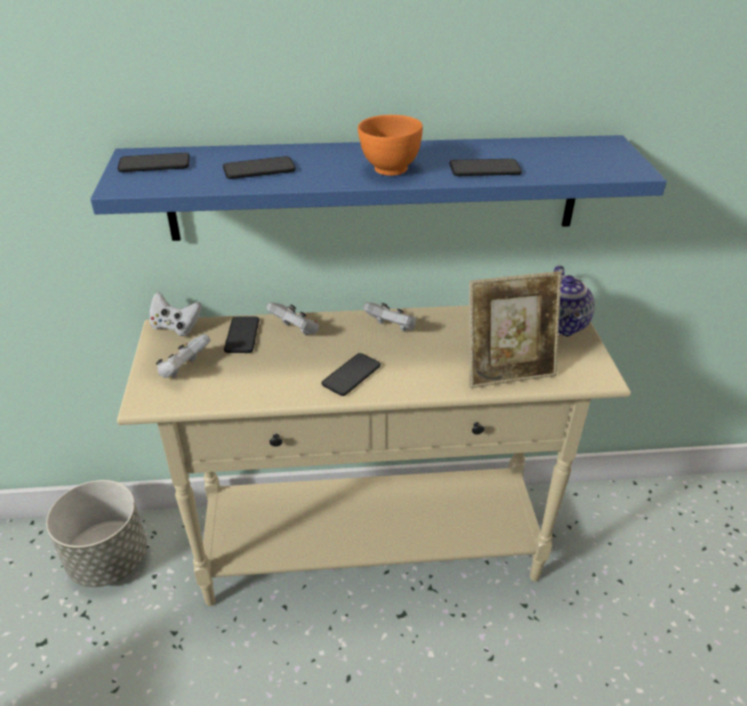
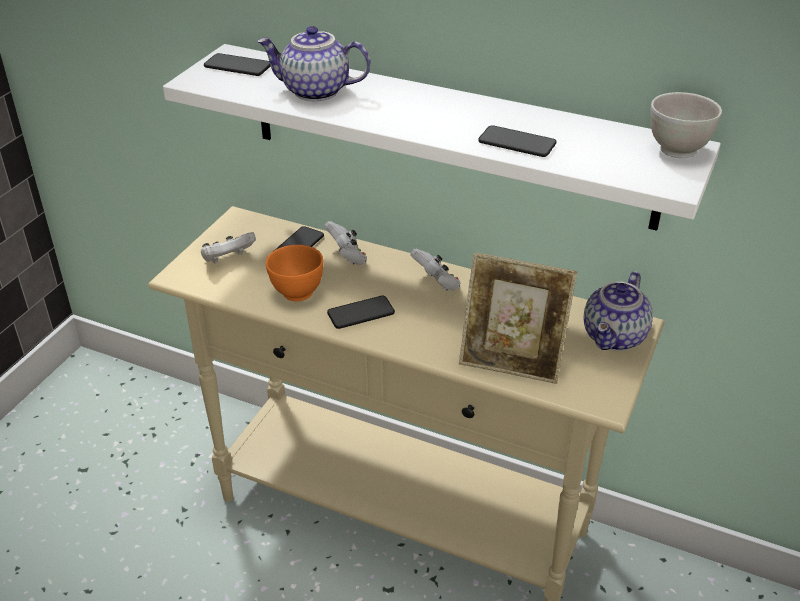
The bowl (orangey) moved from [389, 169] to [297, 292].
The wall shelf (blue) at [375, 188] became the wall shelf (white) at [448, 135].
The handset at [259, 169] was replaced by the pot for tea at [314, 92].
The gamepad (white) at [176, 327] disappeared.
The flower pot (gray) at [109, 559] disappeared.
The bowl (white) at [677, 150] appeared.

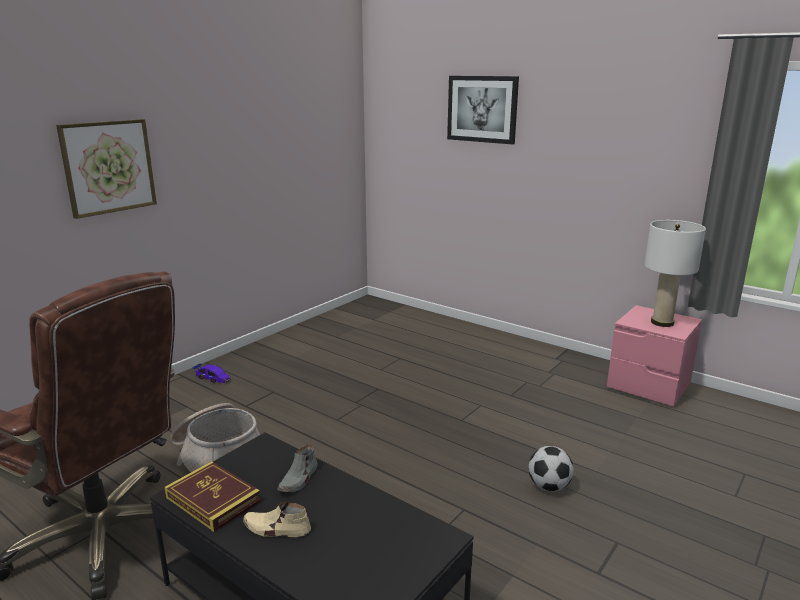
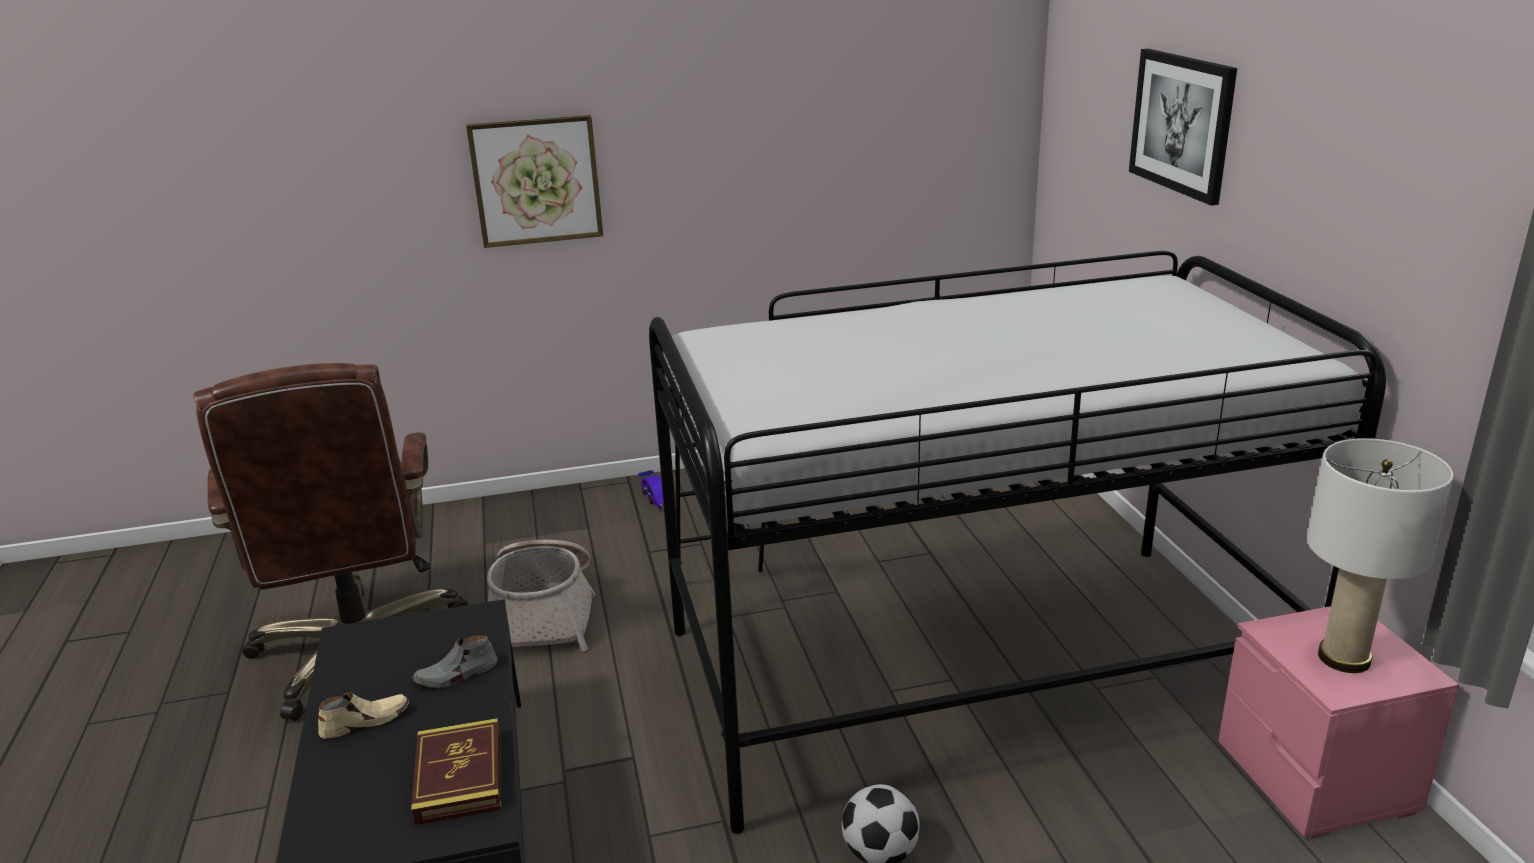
The bound book moved from [213, 499] to [459, 777].
The low shoe (beige-coloured) at [276, 529] turned 105 degrees clockwise.
The bedroom bed (blackish) at [964, 667] appeared.

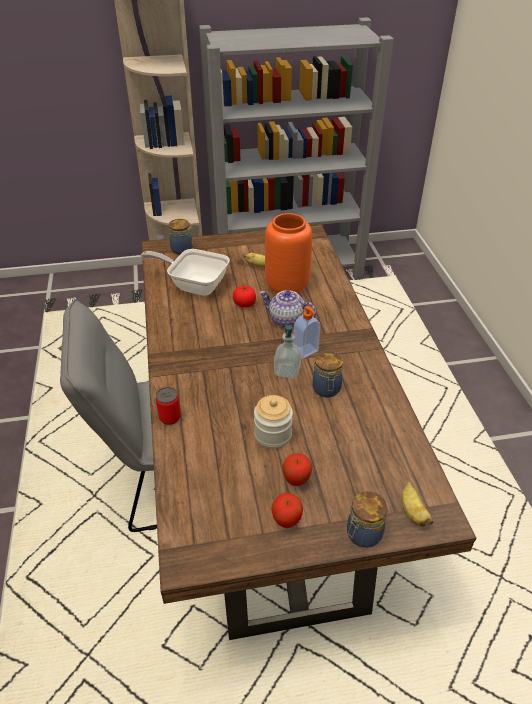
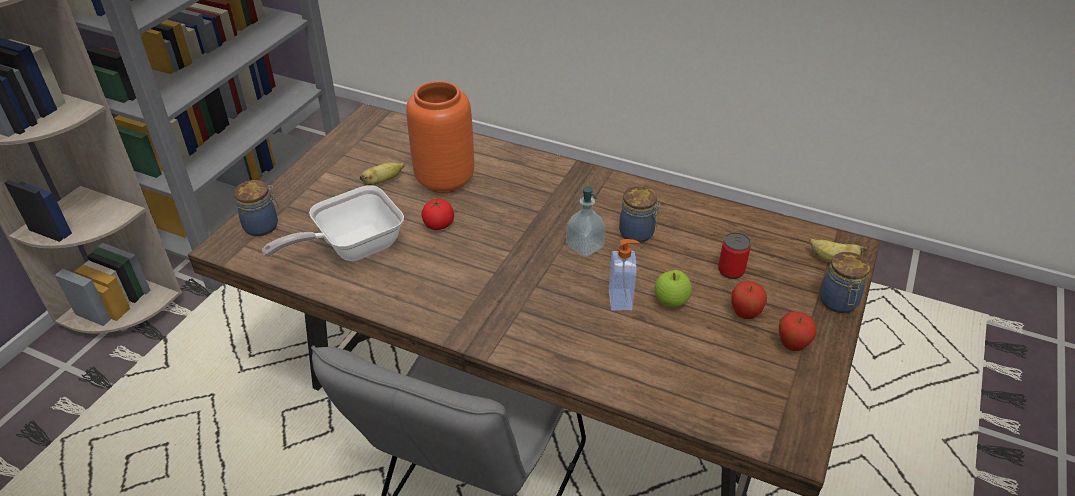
The pot for tea at [286, 320] disappeared.
The soap bottle moved from [306, 351] to [621, 300].
The metal can moved from [170, 417] to [731, 271].
The storage jar at [273, 435] was replaced by the whole apple at [671, 301].

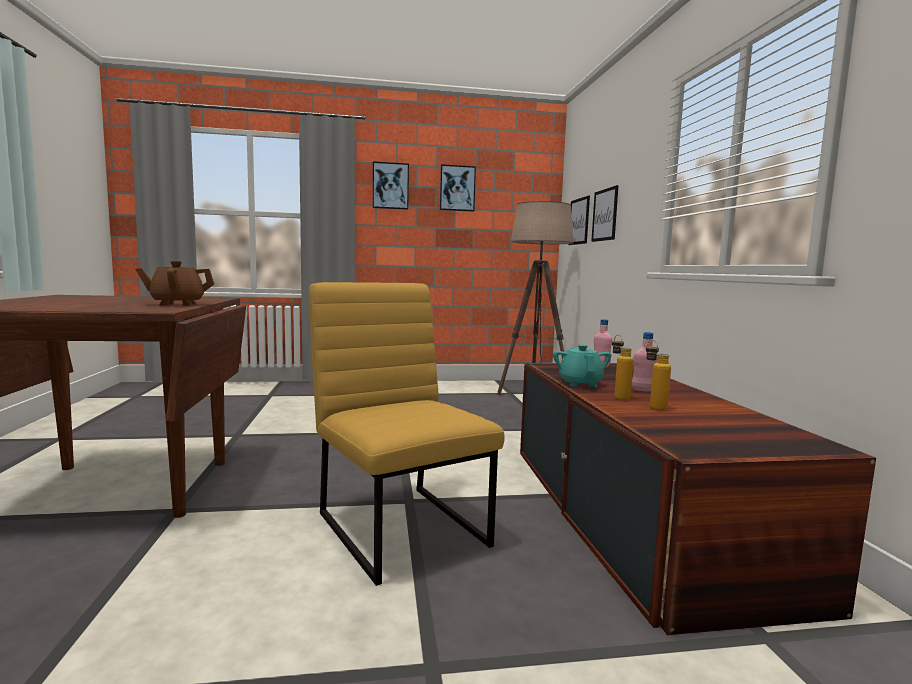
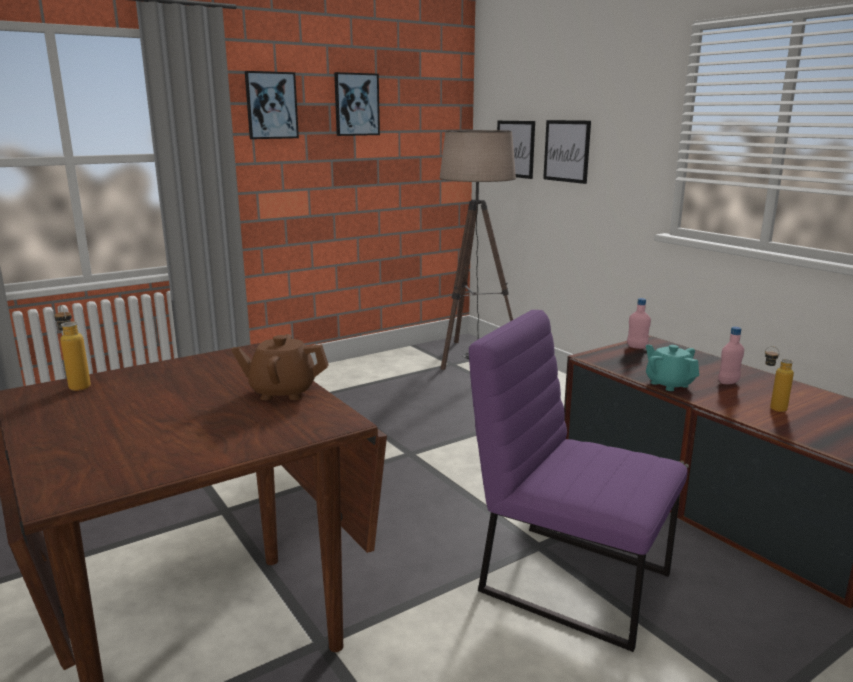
The pot for tea (brown) at [177, 304] turned 45 degrees clockwise.
The plain chair (yellow) at [400, 526] became the plain chair (purple) at [570, 579].
The drink bottle moved from [618, 397] to [77, 385].

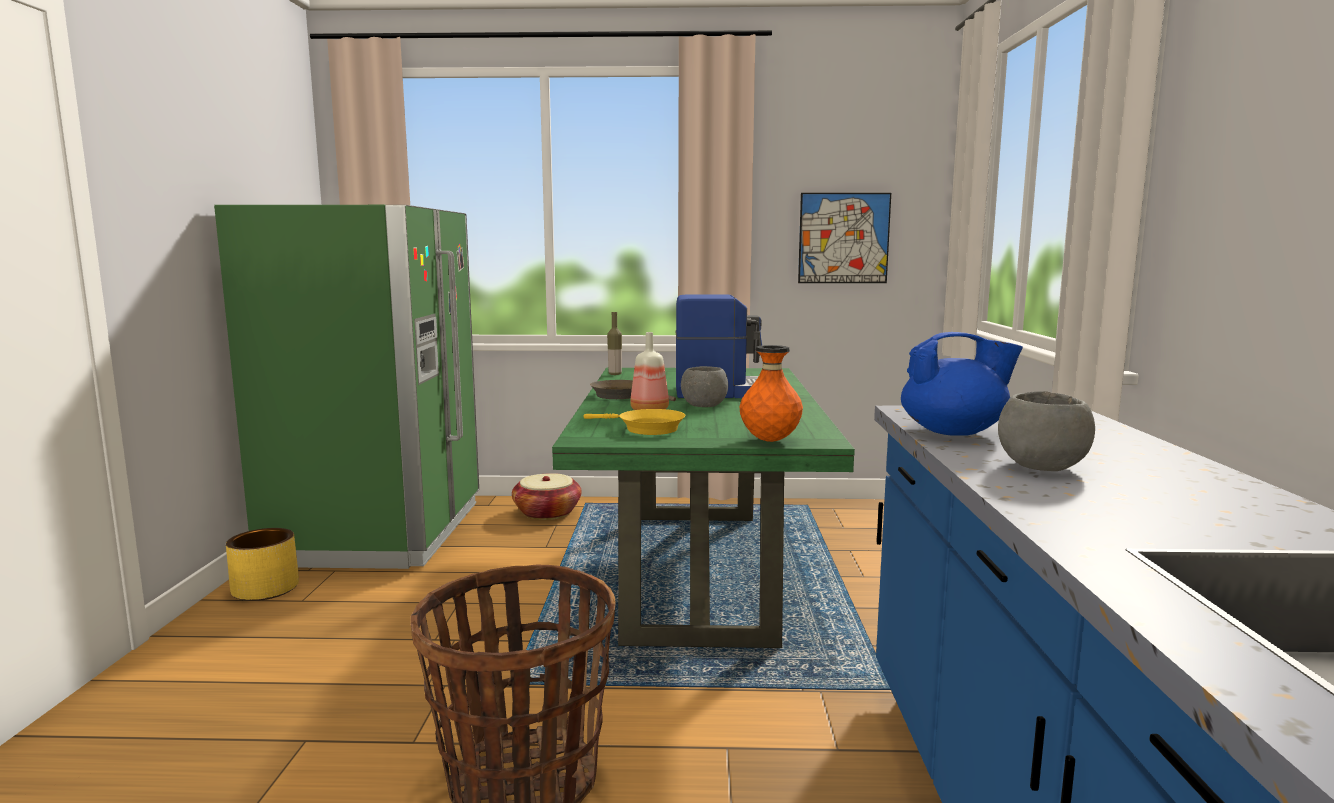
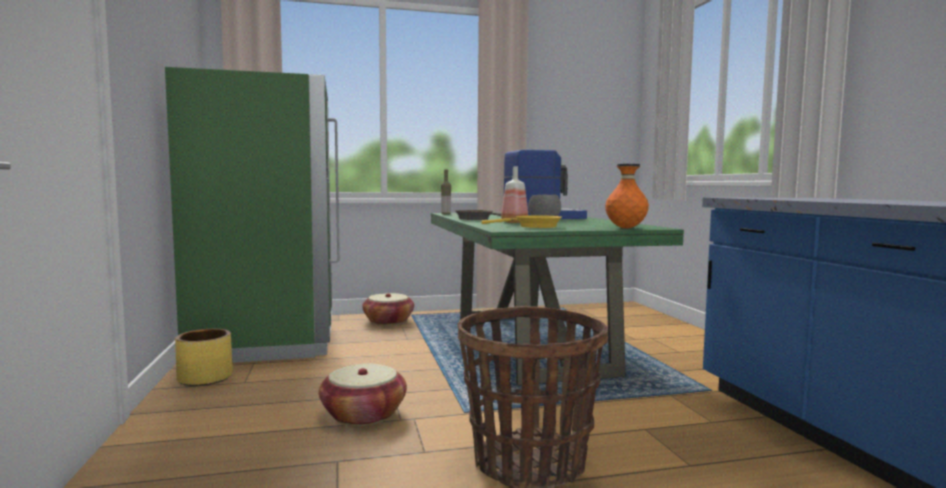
The wall art at [843, 238] disappeared.
The pot for tea (blue) at [954, 432] disappeared.
The bowl (gray) at [1040, 466] disappeared.
The storage basket at [363, 414] appeared.

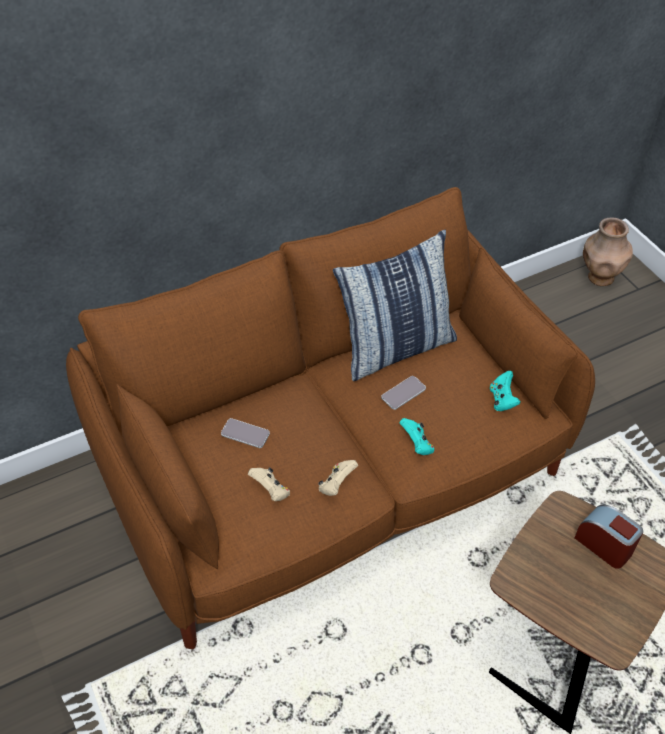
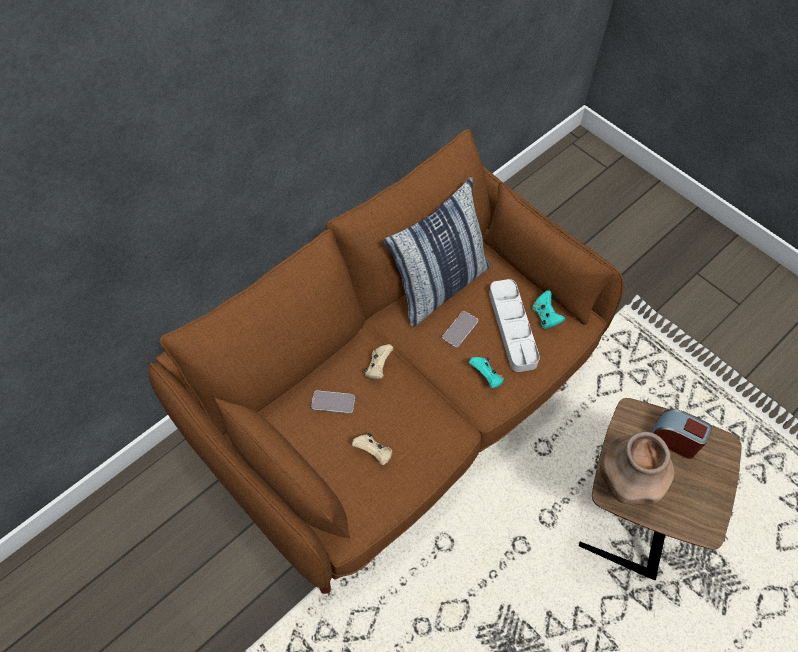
The vase (brown) moved from [599, 277] to [623, 486].
The gamepad (beige-coloured) moved from [336, 485] to [378, 367].
The carrying tray (gray) at [512, 327] appeared.

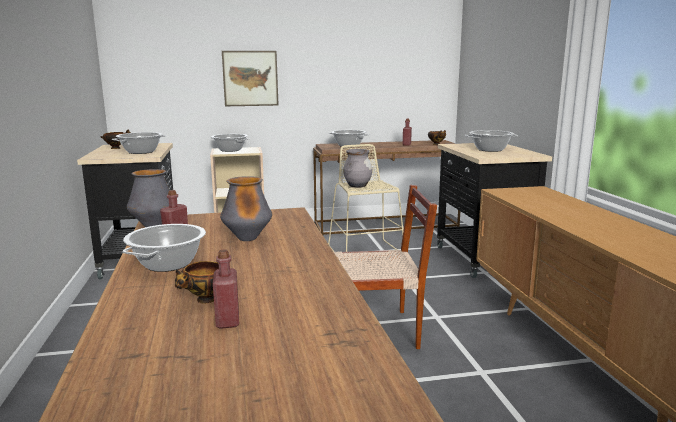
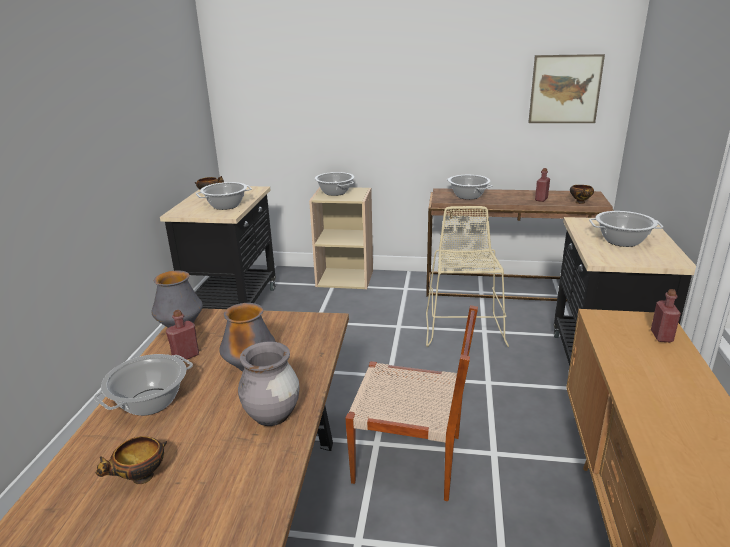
The wall art moved from [250, 78] to [565, 89].
The vase (gray) moved from [357, 186] to [272, 416].
The drink bottle (red) moved from [227, 321] to [661, 336].

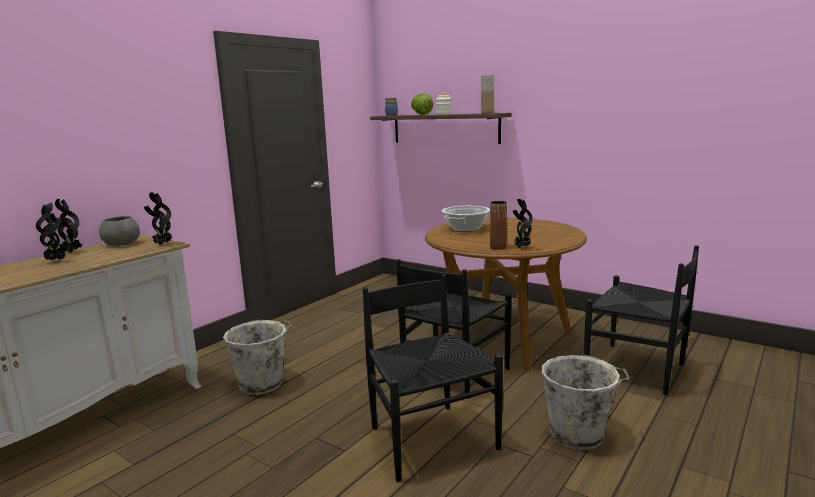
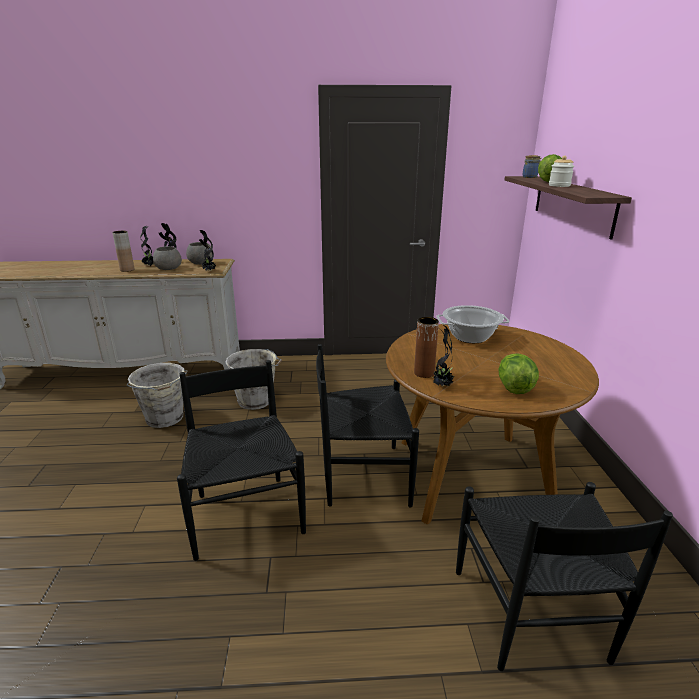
The vase (brown) moved from [487, 113] to [127, 270].
The plain chair (blackish) at [429, 439] turned 45 degrees counterclockwise.
The pail (gray) moved from [579, 435] to [165, 419].
The bowl (gray) at [168, 268] appeared.
The lettuce at [514, 387] appeared.

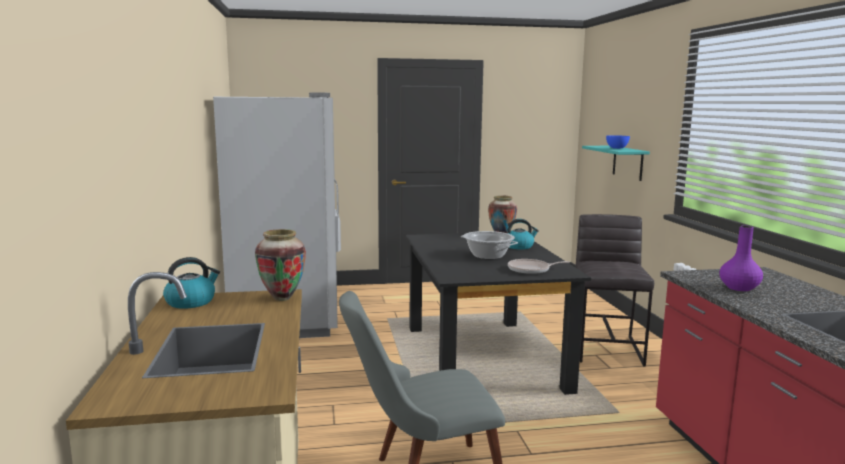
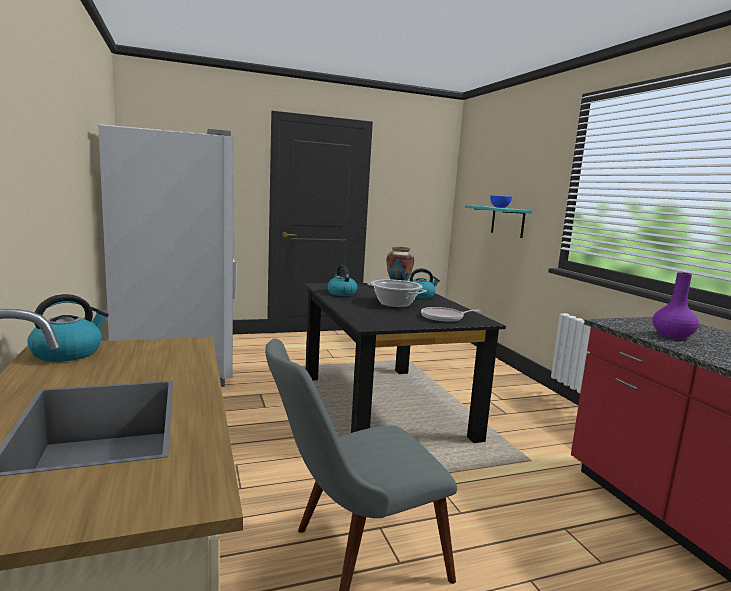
The sitting stool (gray) at [607, 348] disappeared.
The vase at [282, 298] disappeared.
The kettle at [341, 293] appeared.

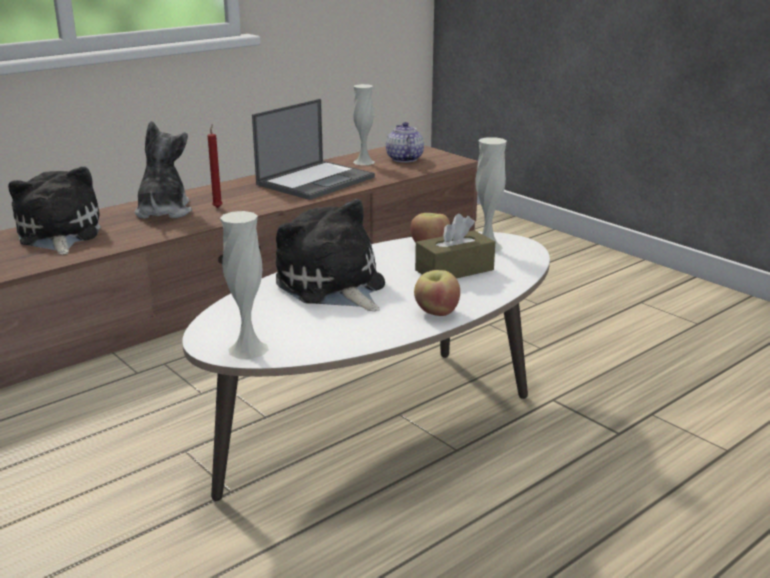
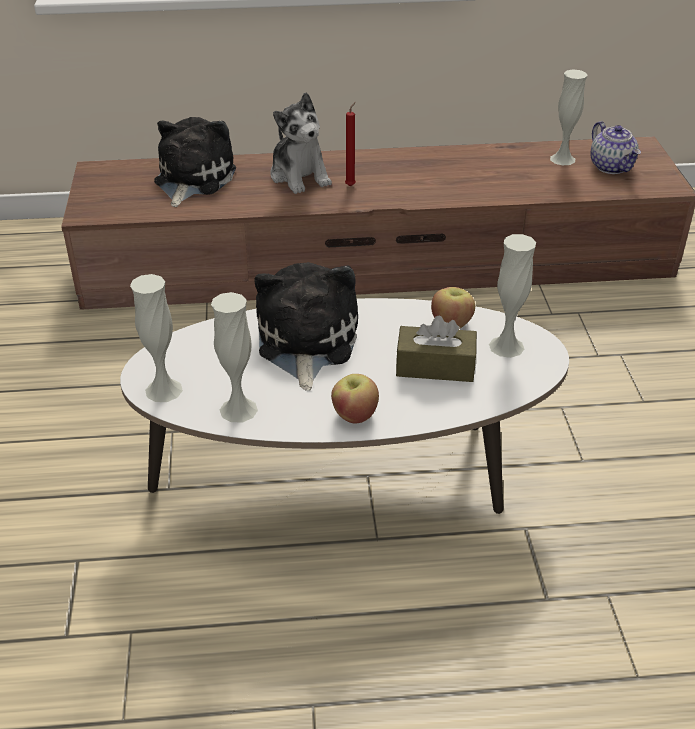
The laptop at [316, 181] disappeared.
The plush toy at [163, 212] turned 120 degrees clockwise.
The pot for tea at [404, 159] turned 135 degrees clockwise.
The vase (white) at [238, 410] appeared.

